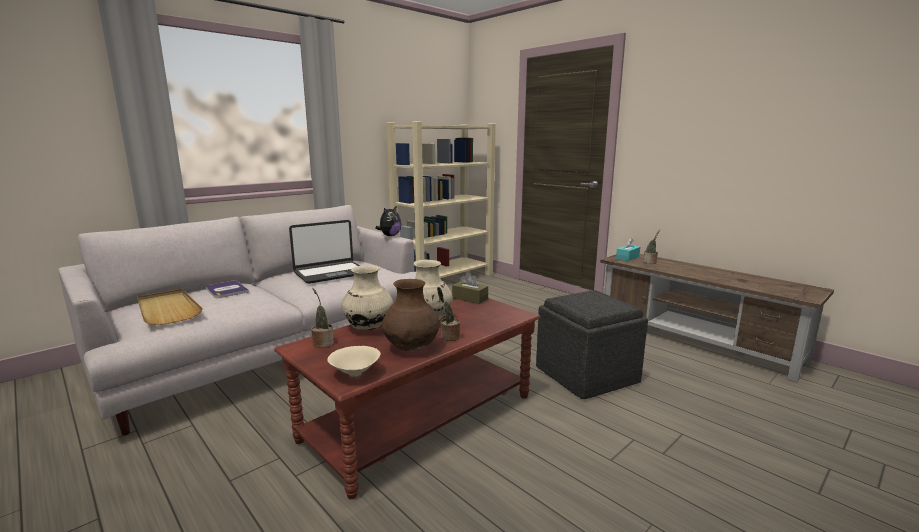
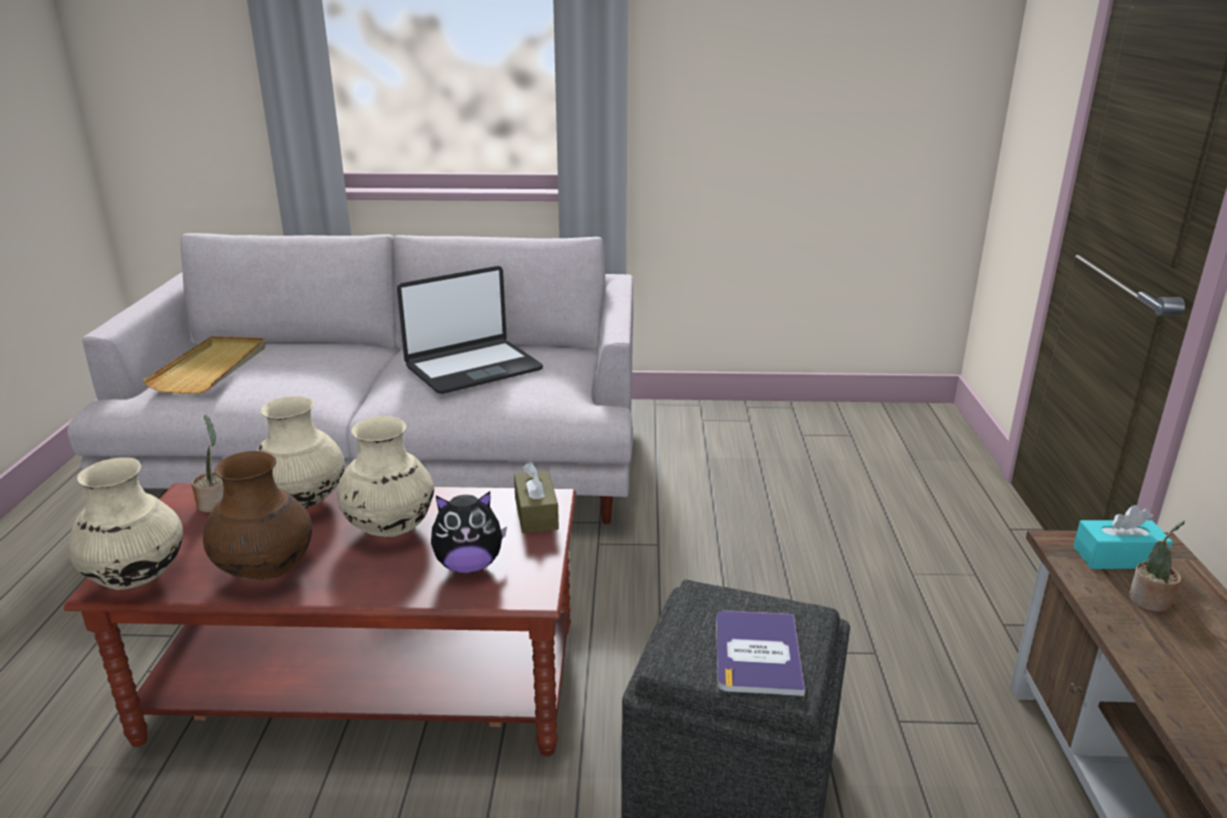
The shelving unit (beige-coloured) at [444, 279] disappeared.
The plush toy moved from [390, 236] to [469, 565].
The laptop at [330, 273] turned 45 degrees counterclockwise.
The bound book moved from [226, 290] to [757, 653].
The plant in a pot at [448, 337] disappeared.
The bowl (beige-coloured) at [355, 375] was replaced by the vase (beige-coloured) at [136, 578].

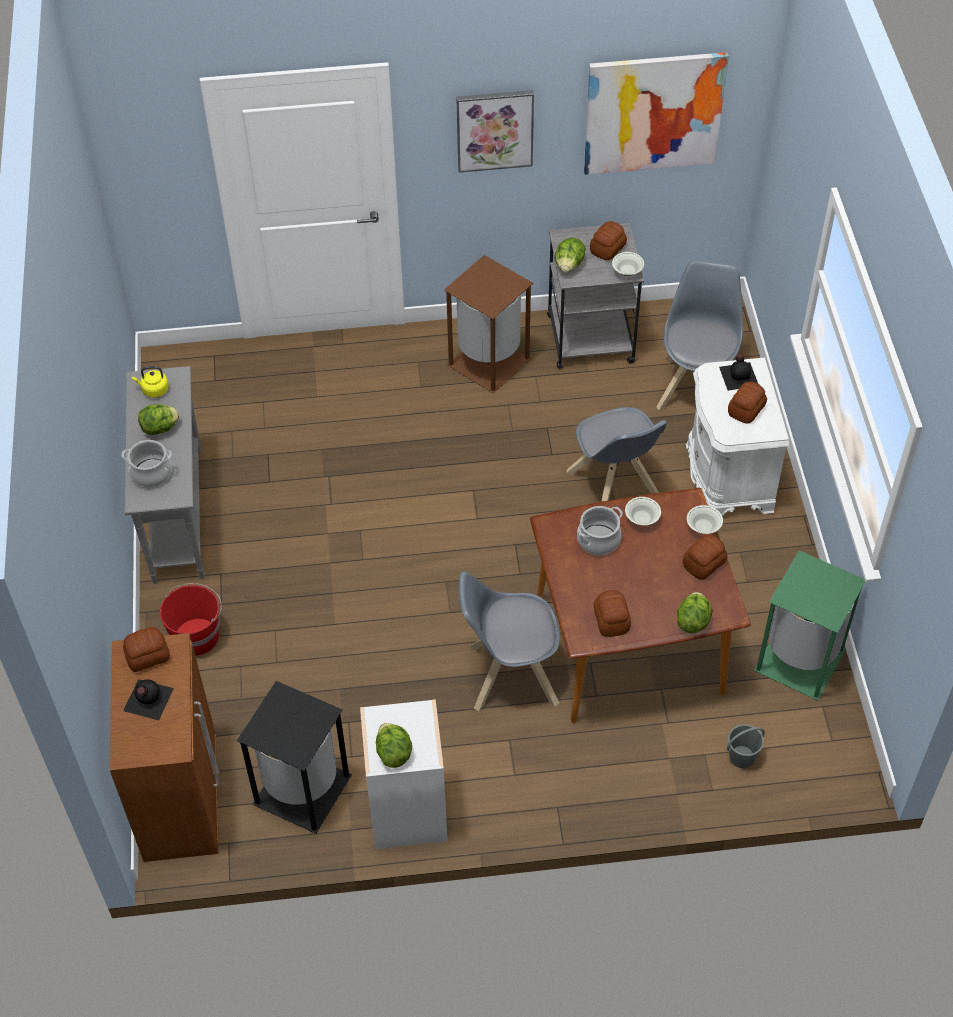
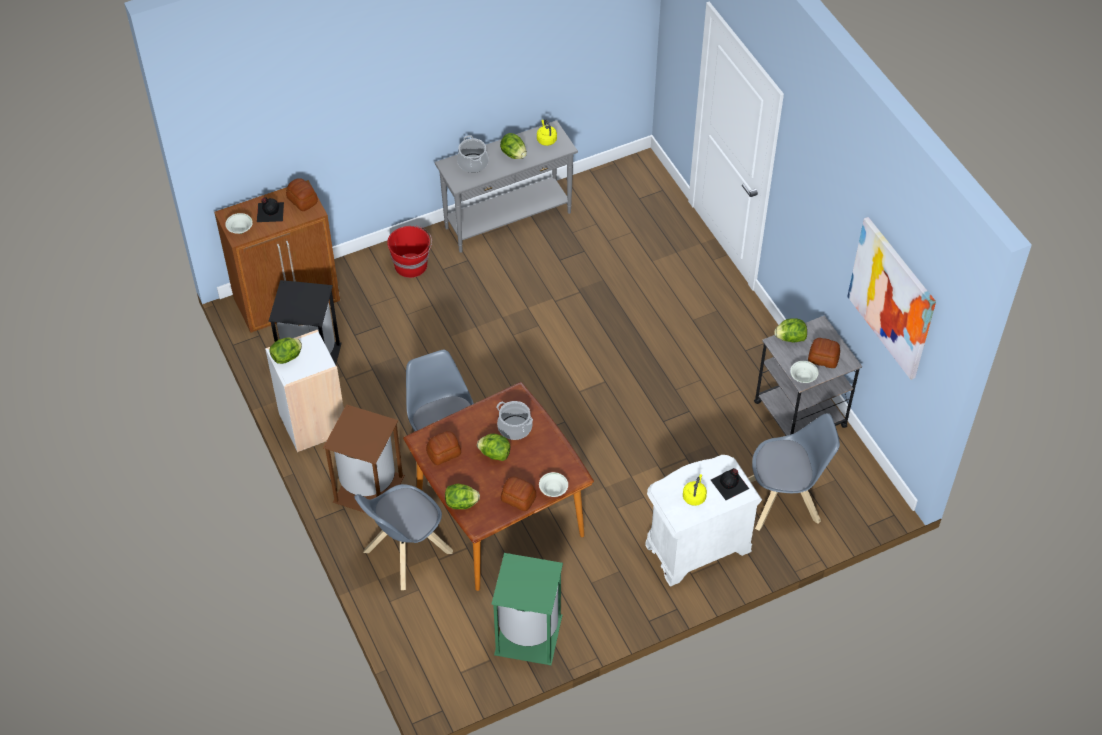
The wall art at [494, 130] disappeared.
The trash can (brown) moved from [490, 361] to [369, 490].
The bread at [745, 410] was replaced by the kettle (yellow) at [694, 496].
The plain chair (gray) moved from [615, 489] to [405, 553].
The bowl (white) moved from [641, 519] to [240, 230].
The pail (gray) at [741, 757] disappeared.
The lettuce at [494, 454] appeared.

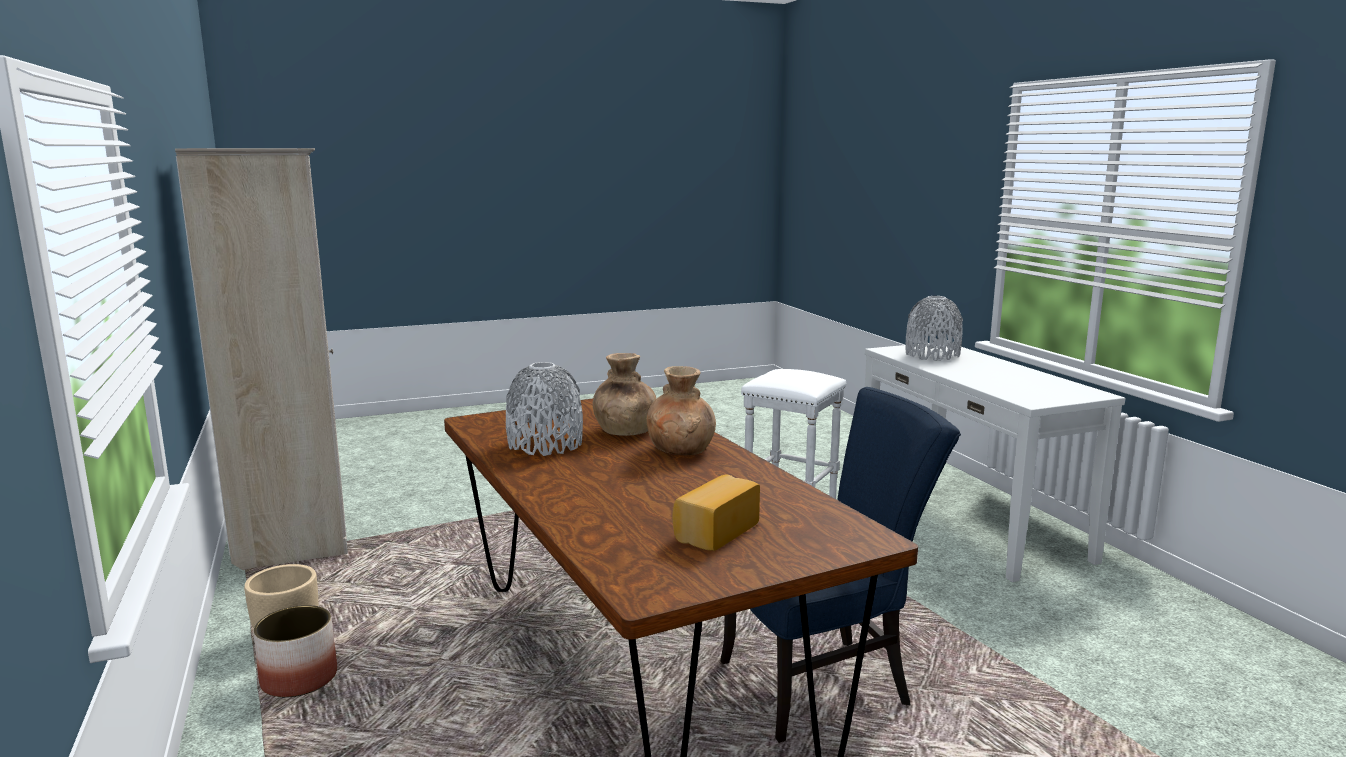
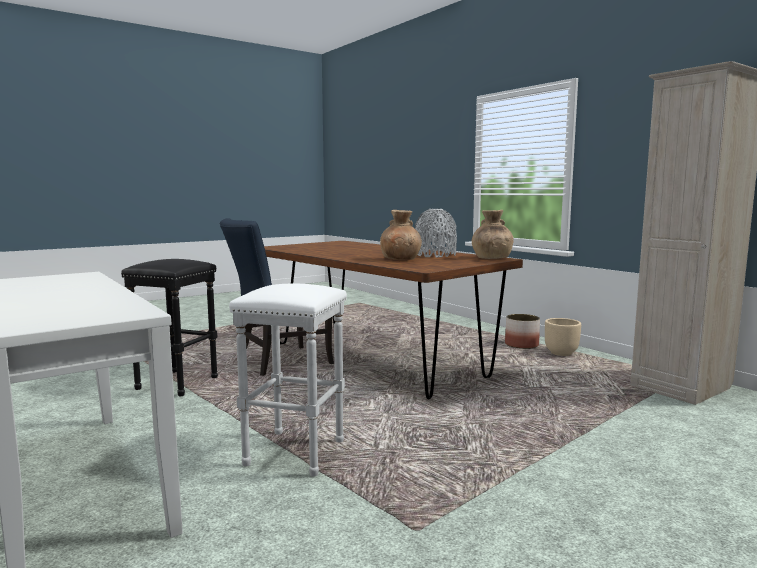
The vase (gray) at [932, 355] disappeared.
The vase (brown) moved from [681, 450] to [491, 258].
The bread at [714, 531] disappeared.
The sitting stool (blackish) at [177, 383] appeared.

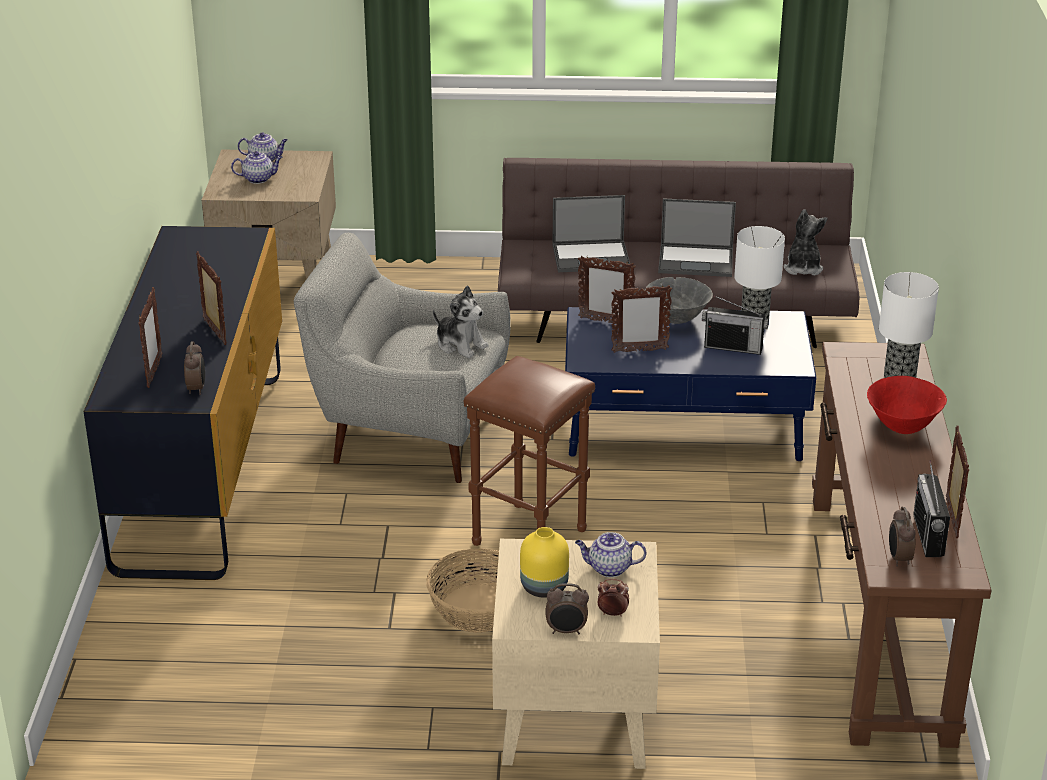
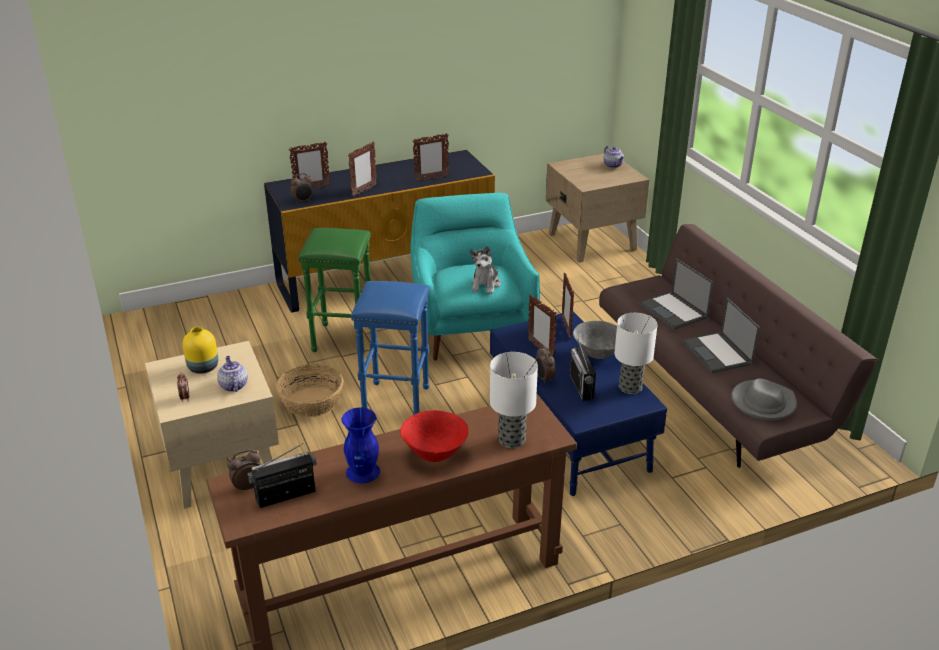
The pot for tea at [259, 179] disappeared.
The plush toy at [802, 268] was replaced by the wearable hat (gray) at [763, 403].
The easy chair (gray) at [408, 434] became the easy chair (turquoise) at [471, 328].
The sitting stool (brown) at [528, 534] became the sitting stool (blue) at [397, 400].
The photo frame moved from [951, 519] to [431, 179].
The alarm clock moved from [566, 631] to [543, 379].
The sitting stool (green) at [344, 339] appeared.
The vase (blue) at [363, 472] appeared.

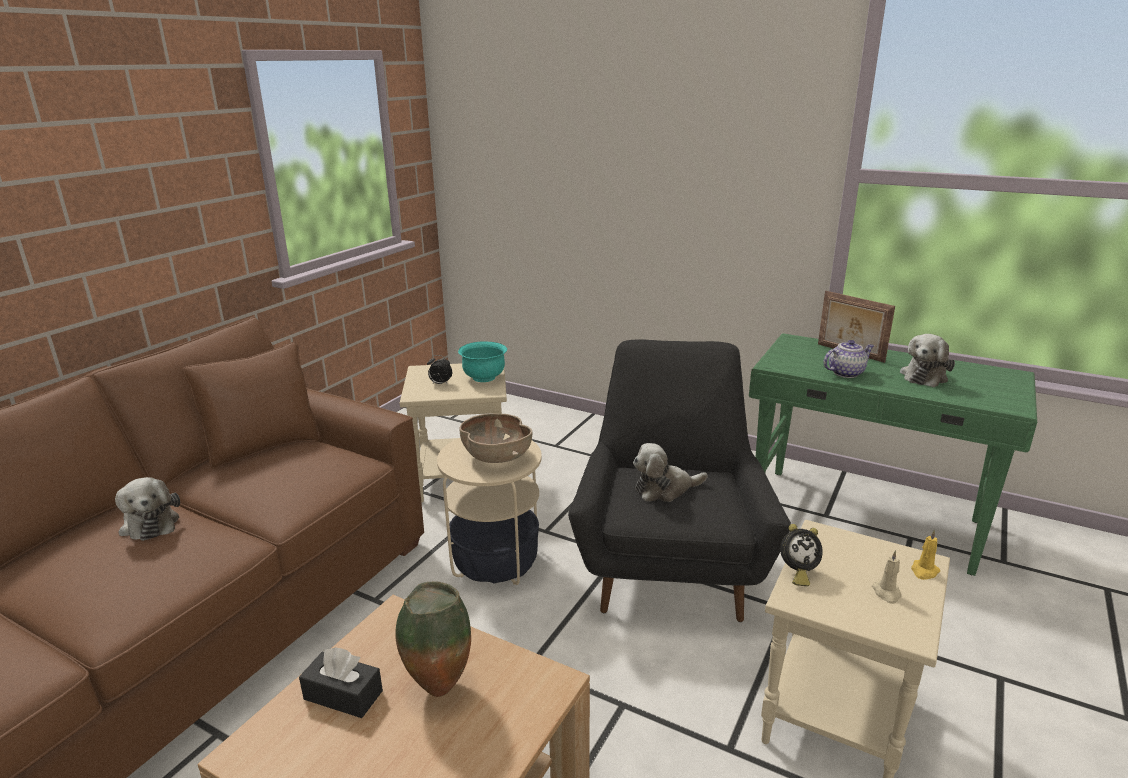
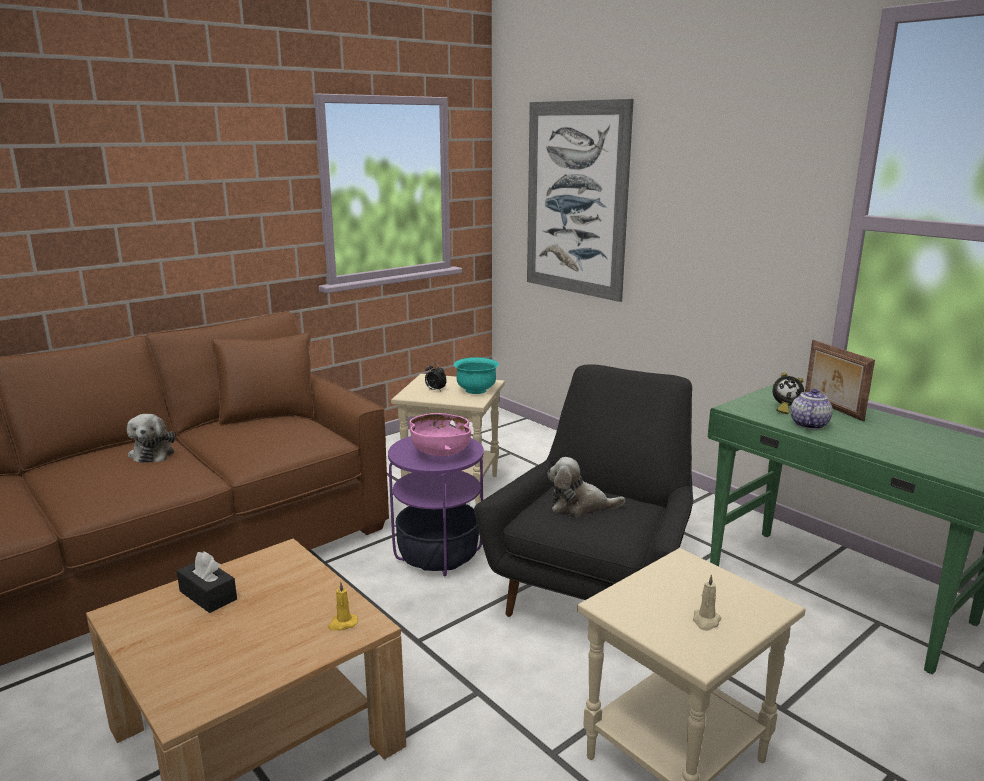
The plush toy at [924, 376] disappeared.
The pot for tea at [846, 373] turned 60 degrees counterclockwise.
The bowl (brown) at [496, 457] became the bowl (pink-coloured) at [440, 452].
The accent table (beige-coloured) at [496, 563] became the accent table (purple) at [439, 556].
The alarm clock moved from [797, 573] to [784, 409].
The candle (yellow) moved from [924, 571] to [342, 624].
The vase at [438, 686] disappeared.
The wall art at [576, 199] appeared.

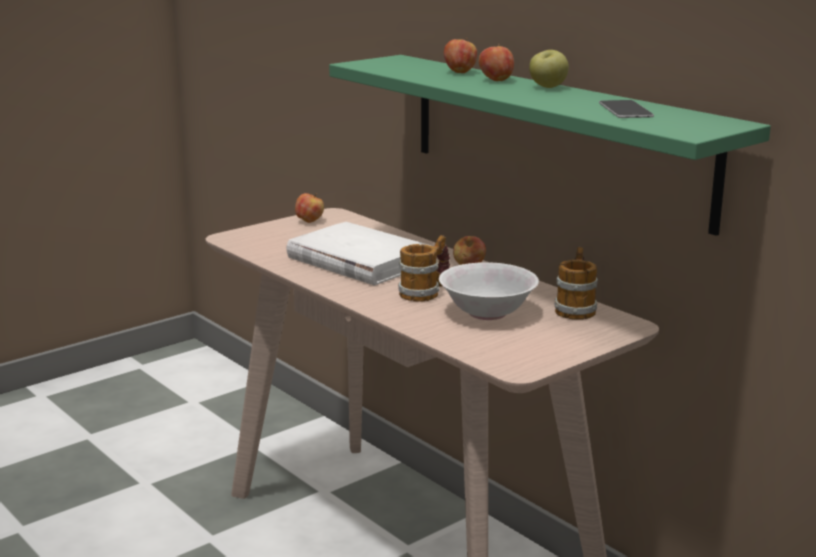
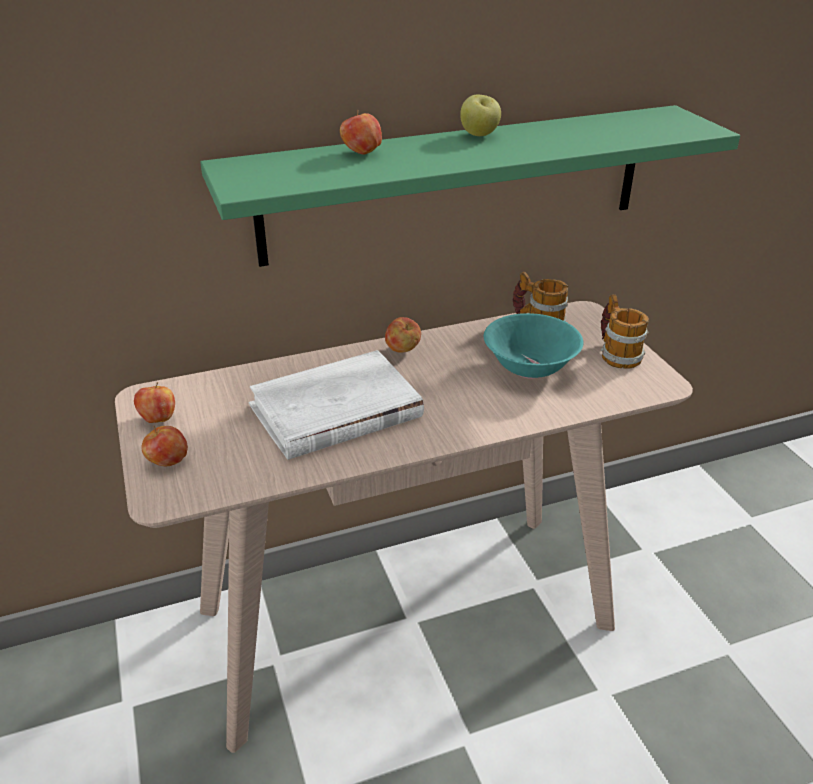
The whole apple moved from [496, 80] to [168, 462].
The handset at [625, 110] disappeared.
The mug moved from [425, 292] to [616, 353].
The bowl (white) at [487, 313] became the bowl (turquoise) at [530, 368].

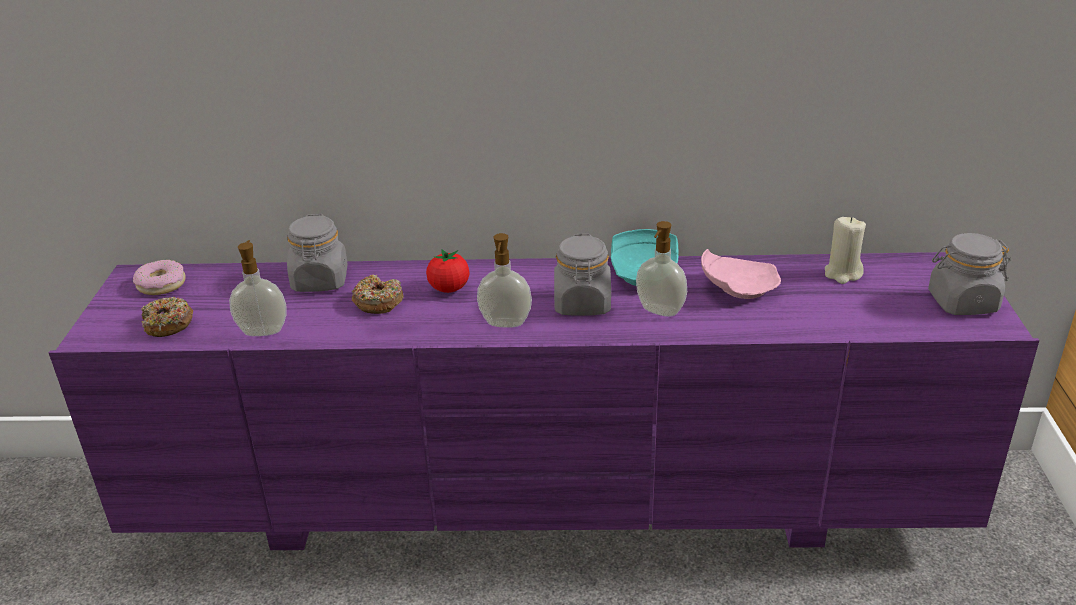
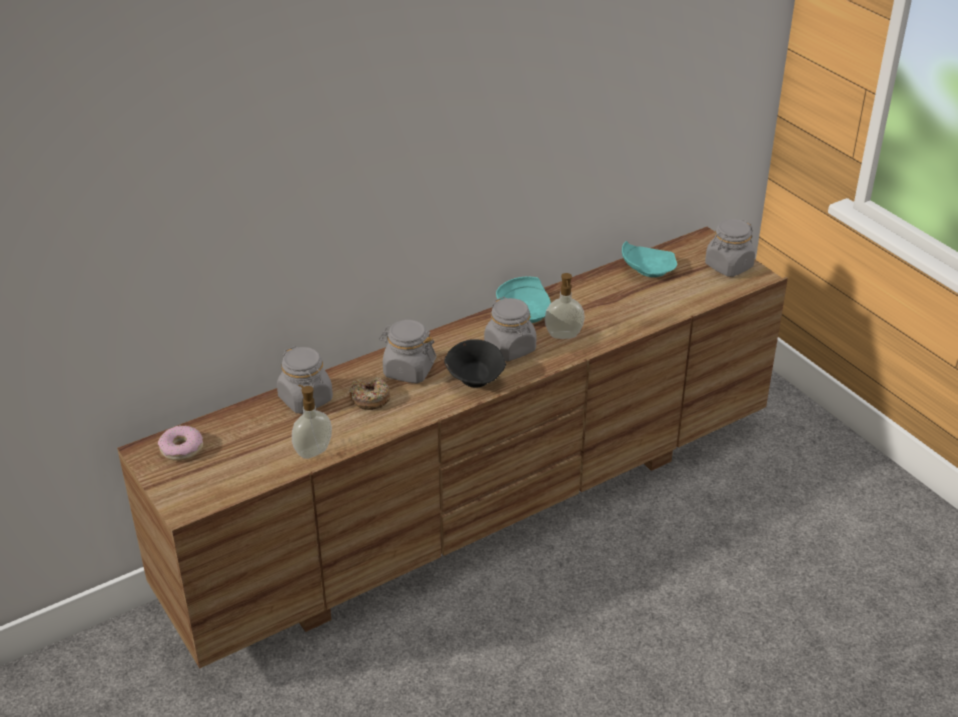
The candle (beige-coloured) at [842, 273] was replaced by the plate (turquoise) at [647, 269].
The soap bottle at [505, 324] was replaced by the bowl (blackish) at [476, 381].
The tomato at [449, 289] was replaced by the storage jar (gray) at [408, 370].
The plate (pink-coloured) at [737, 288] disappeared.
The storage cabinet (purple) at [545, 511] became the storage cabinet (brown) at [478, 516].
The ring doughnut at [168, 324] disappeared.

